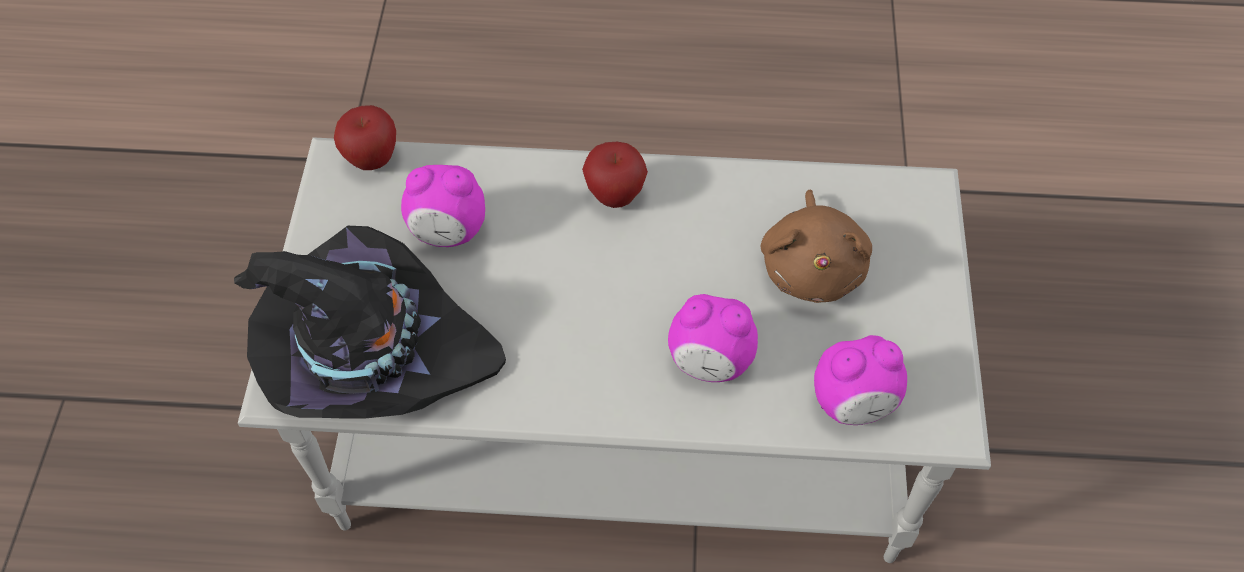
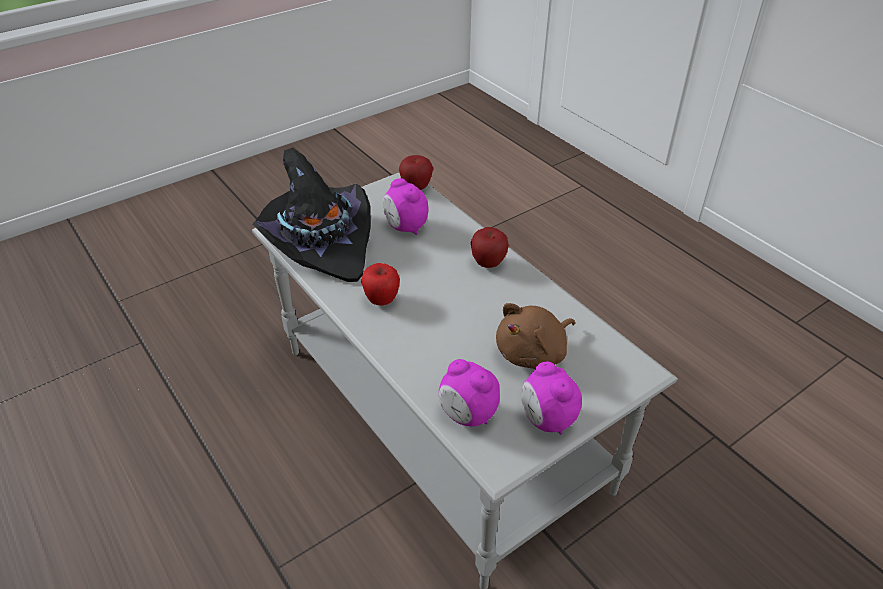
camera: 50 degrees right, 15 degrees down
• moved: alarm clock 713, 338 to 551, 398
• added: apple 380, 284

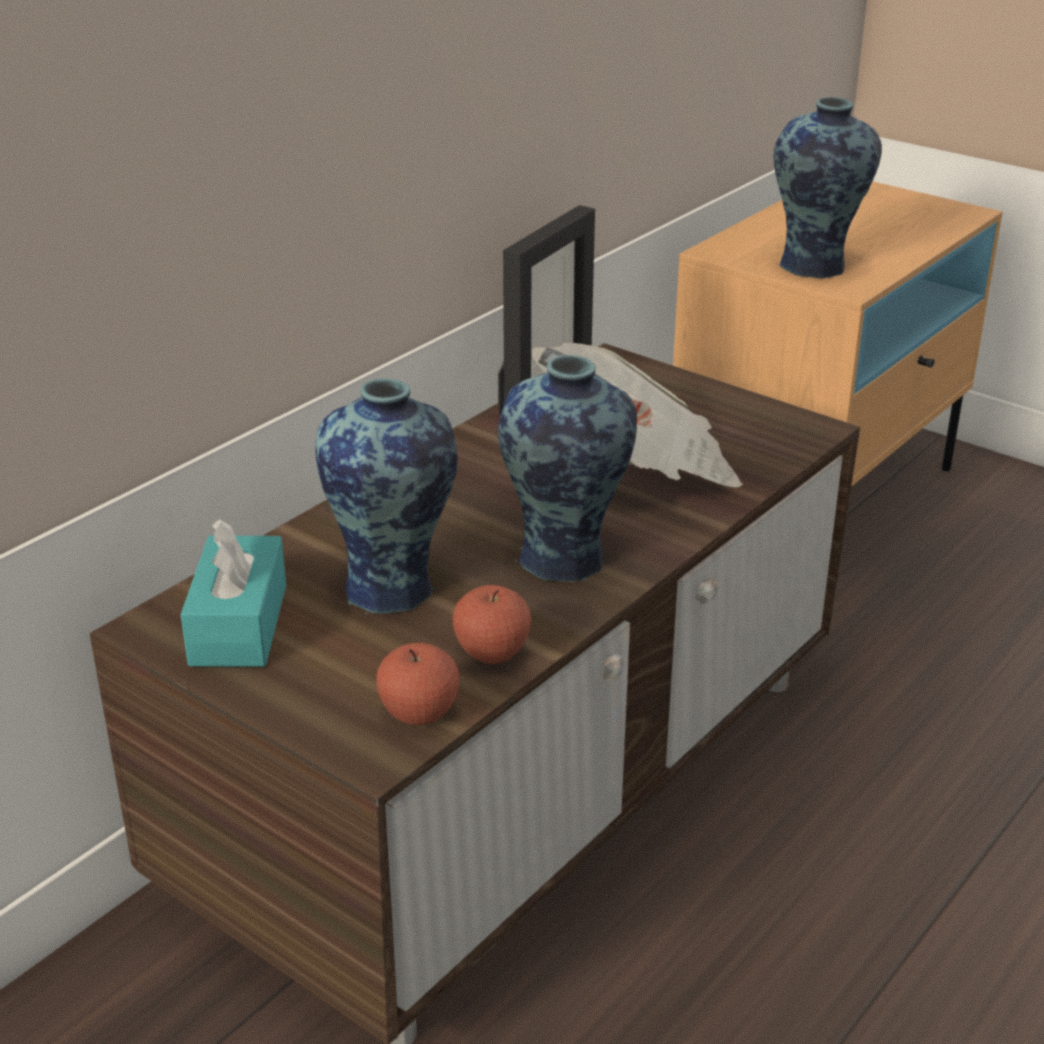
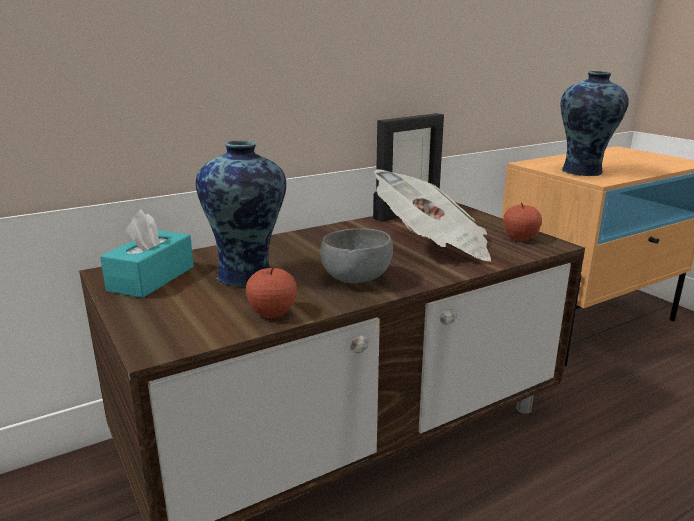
camera: 20 degrees right, 10 degrees down
• moved: apple 417, 684 to 522, 222
• replaced: vase 567, 468 to bowl/grey 356, 255

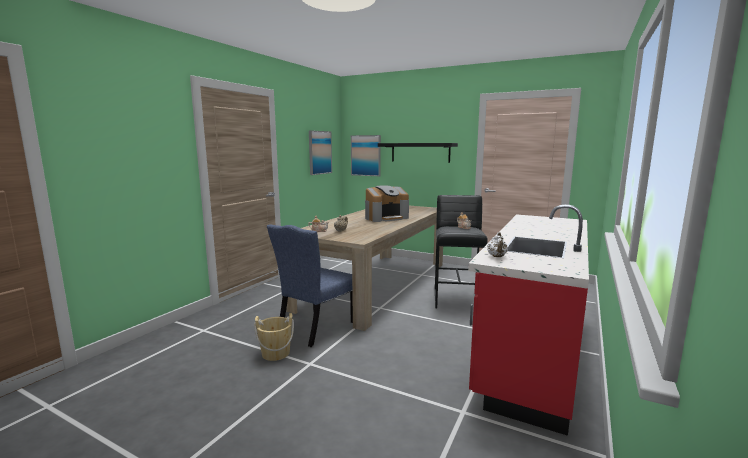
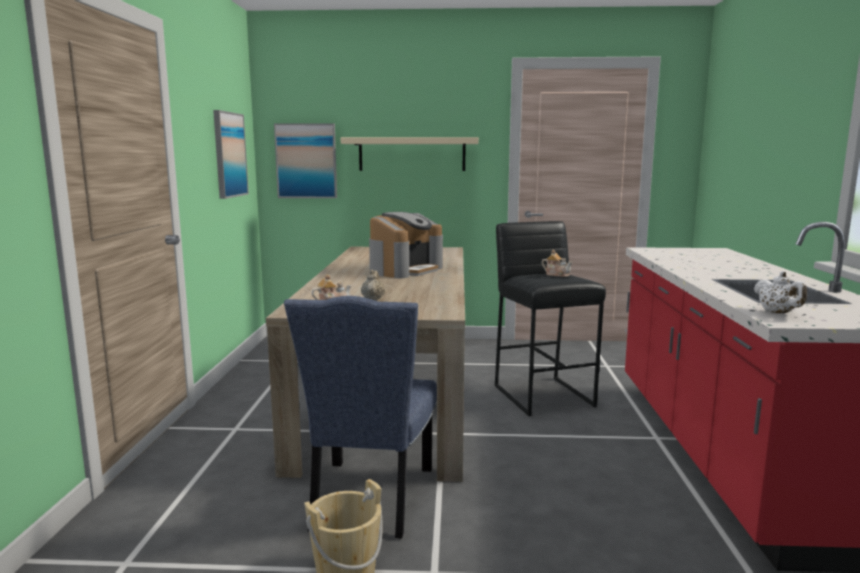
camera: 25 degrees left, 0 degrees up
• recoloured: shelf/black 418, 153 to shelf/beige 410, 154

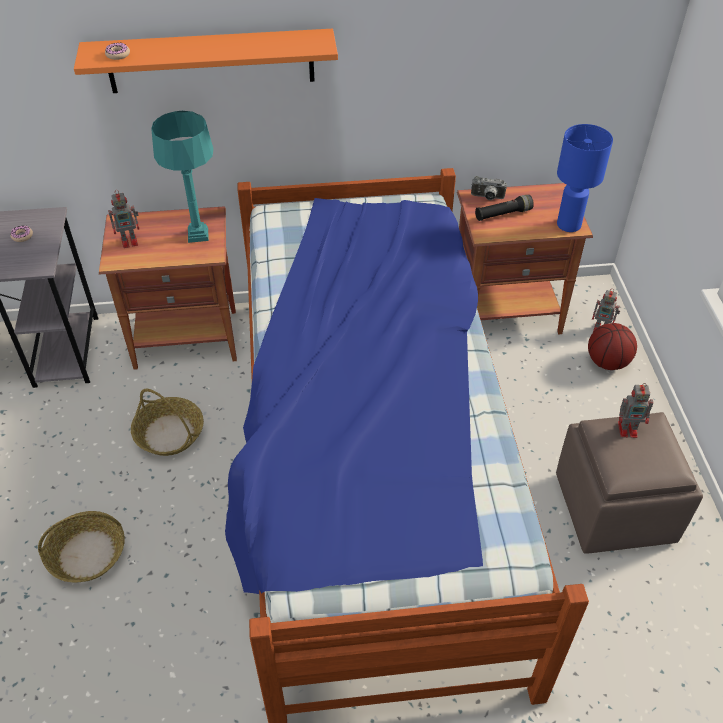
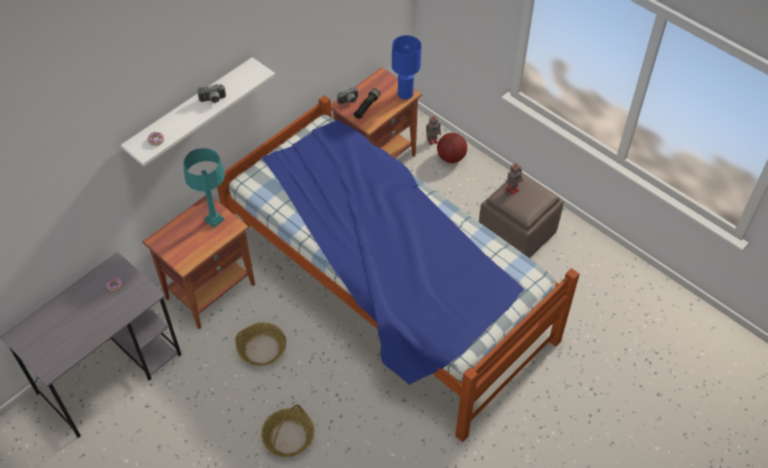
camera: 40 degrees left, 5 degrees up
• recoloured: shelf/orange 206, 61 to shelf/white 198, 111
• removed: toy robot 123, 219
• added: photo camera 211, 93

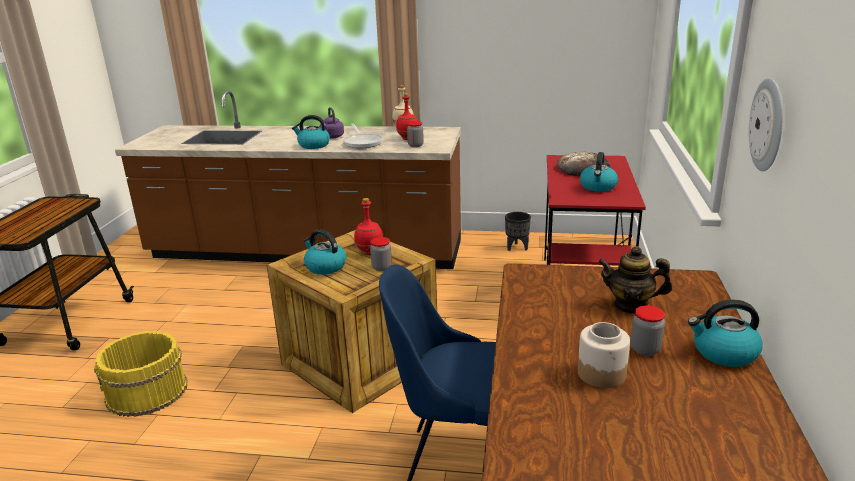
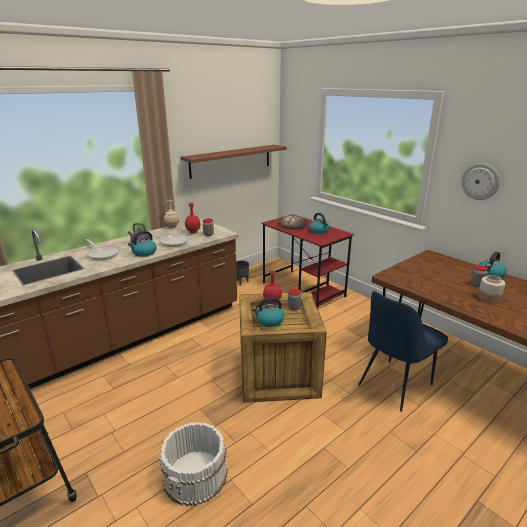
camera: 50 degrees left, 0 degrees up
• recoloured: bucket/yellow 140, 374 to bucket/white 193, 464
• removed: teapot 635, 280
• added: frying pan 103, 249
• added: shelf/brown 233, 162

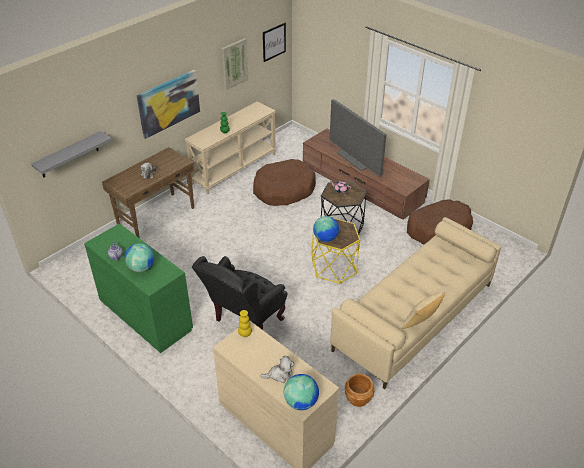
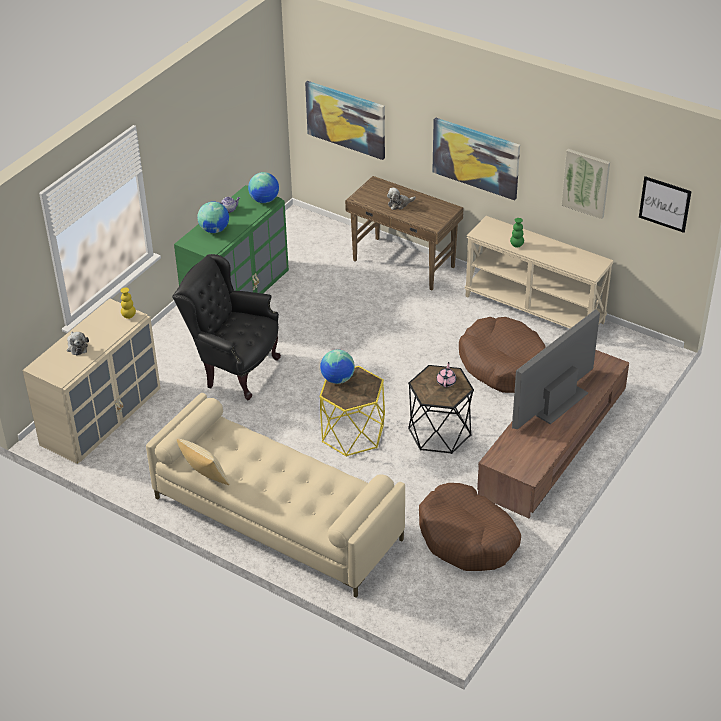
camera: 80 degrees right, 0 degrees up
• replaced: shelf/grey 71, 154 to picture 345, 120
• moved: globe 301, 392 to 263, 187
• removed: planter/brown 359, 390

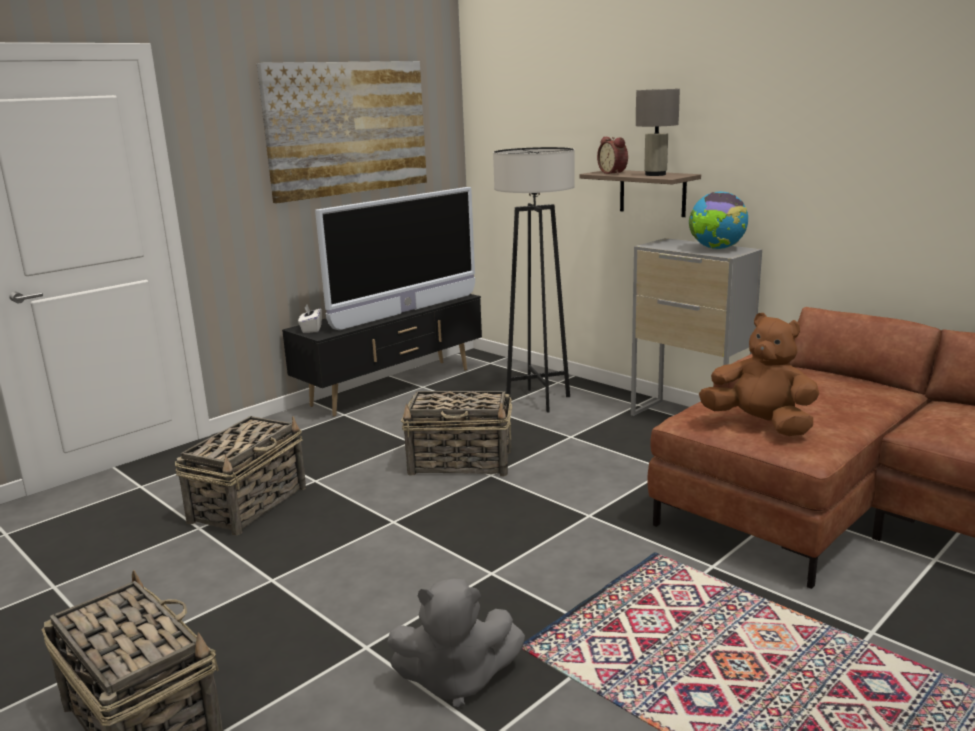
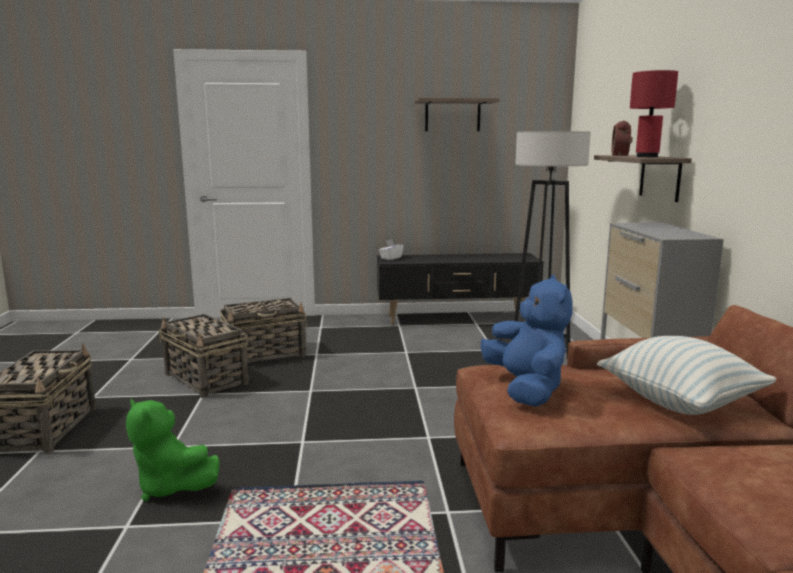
camera: 40 degrees right, 5 degrees down
• replaced: picture 342, 132 to shelf 457, 114
• removed: television 395, 258
• recoloured: plush toy/grey 456, 643 to plush toy/green 173, 450
• moved: basket 456, 433 to 203, 356
• recoloured: table lamp/grey 658, 132 to table lamp/red 654, 113
• removed: globe 718, 221
• recoloured: plush toy/brown 759, 374 to plush toy/blue 527, 341
• added: pillow 687, 375

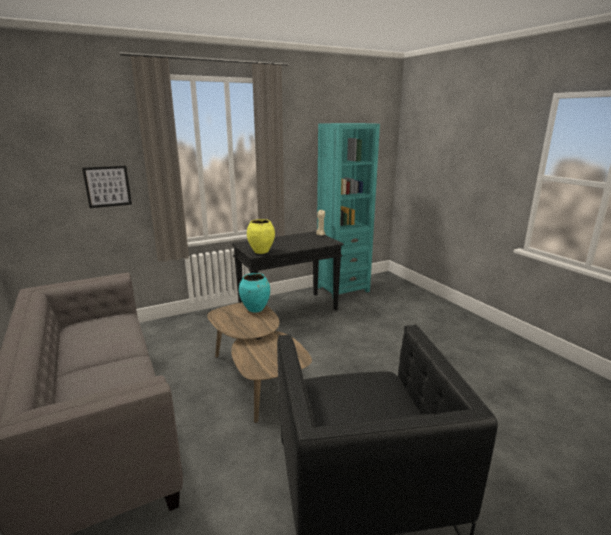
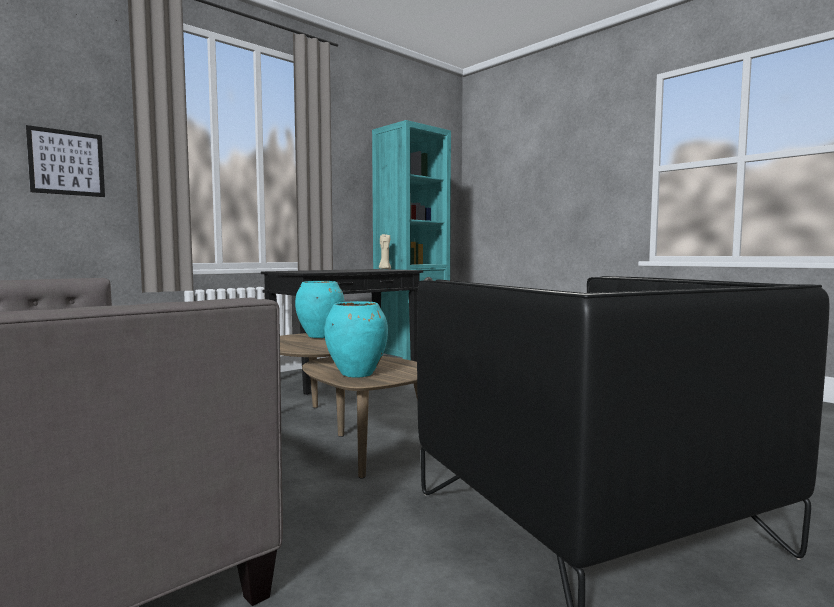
camera: 15 degrees left, 15 degrees down
• removed: vase/yellow 261, 236
• added: vase/turquoise 356, 339

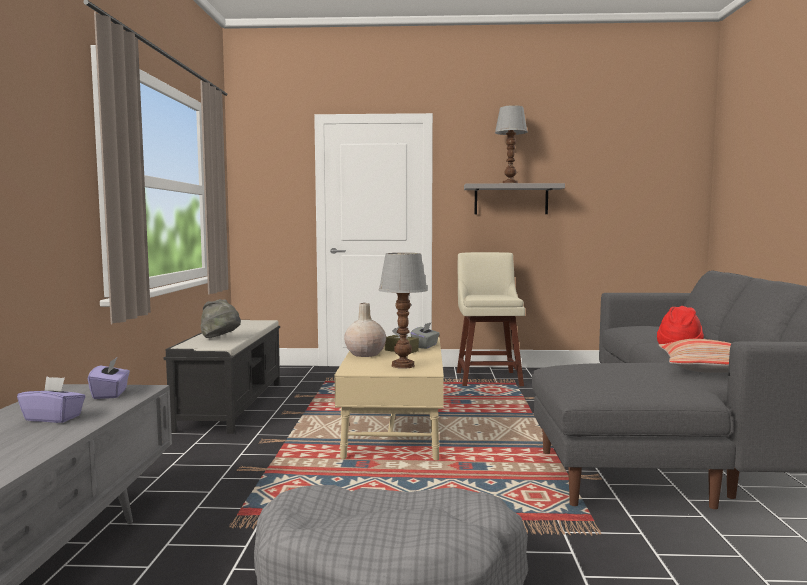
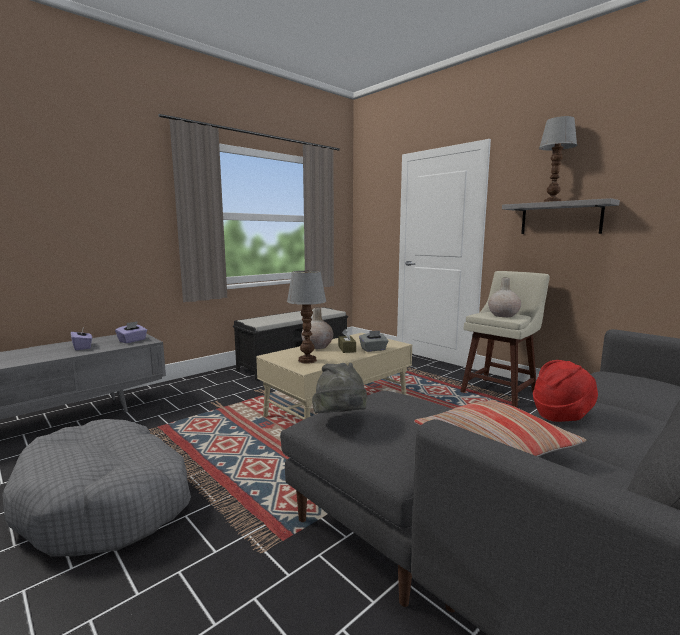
camera: 45 degrees right, 5 degrees up
• moved: hat/grey 221, 318 to 339, 388
• added: vase/beige 504, 297

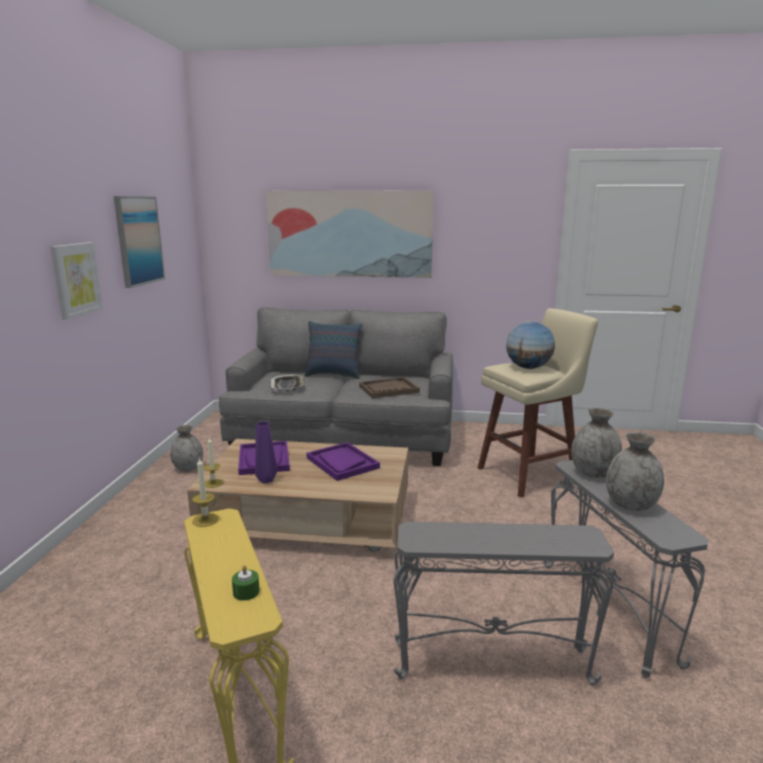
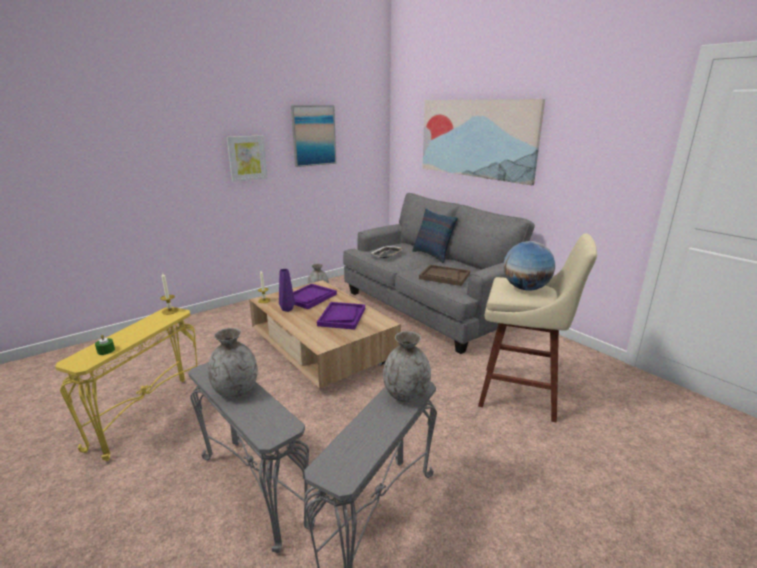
camera: 45 degrees right, 5 degrees up
• moved: vase/grey 635, 471 to 233, 363

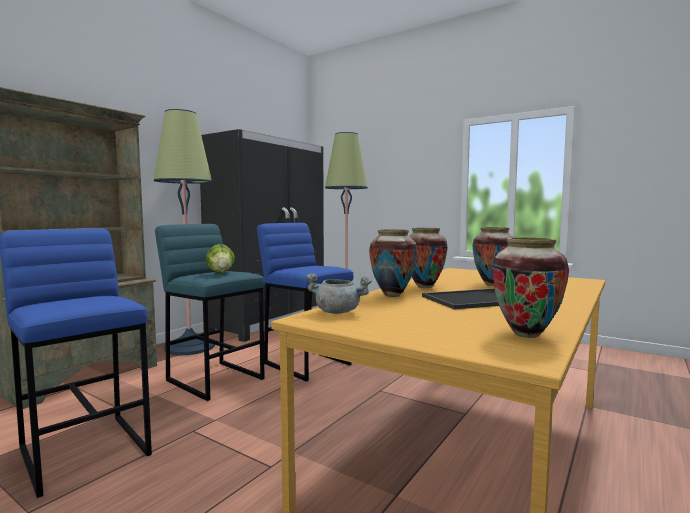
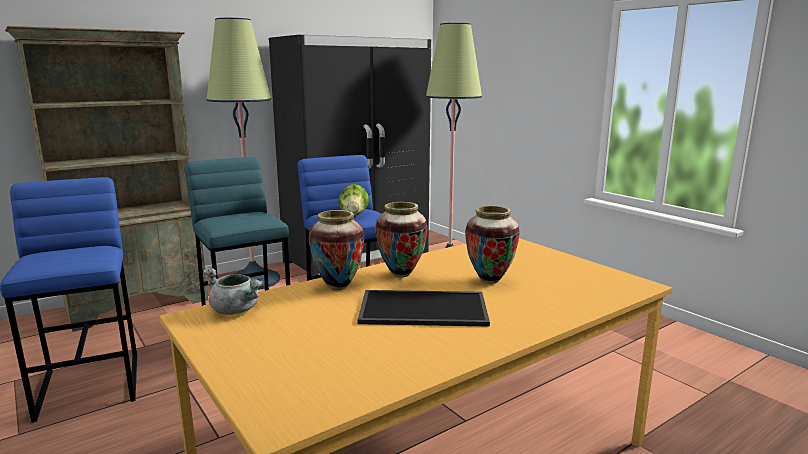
camera: 20 degrees right, 10 degrees up
• moved: lettuce 220, 258 to 353, 200
• removed: vase 530, 287

